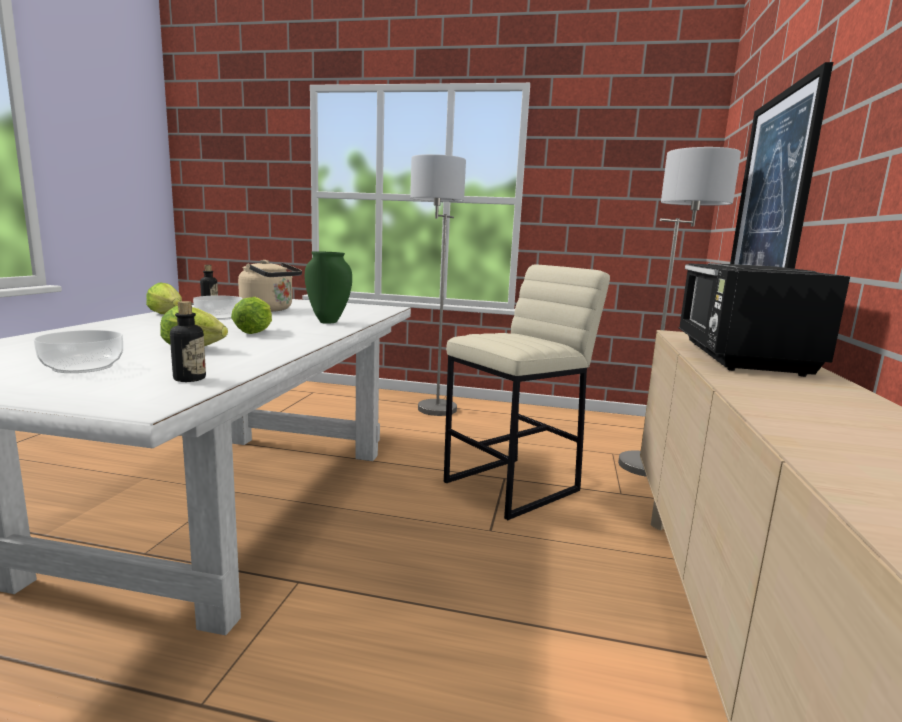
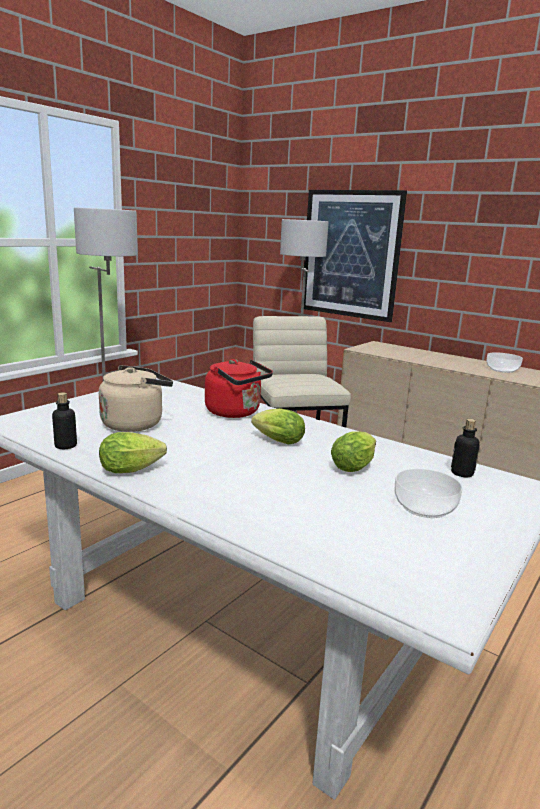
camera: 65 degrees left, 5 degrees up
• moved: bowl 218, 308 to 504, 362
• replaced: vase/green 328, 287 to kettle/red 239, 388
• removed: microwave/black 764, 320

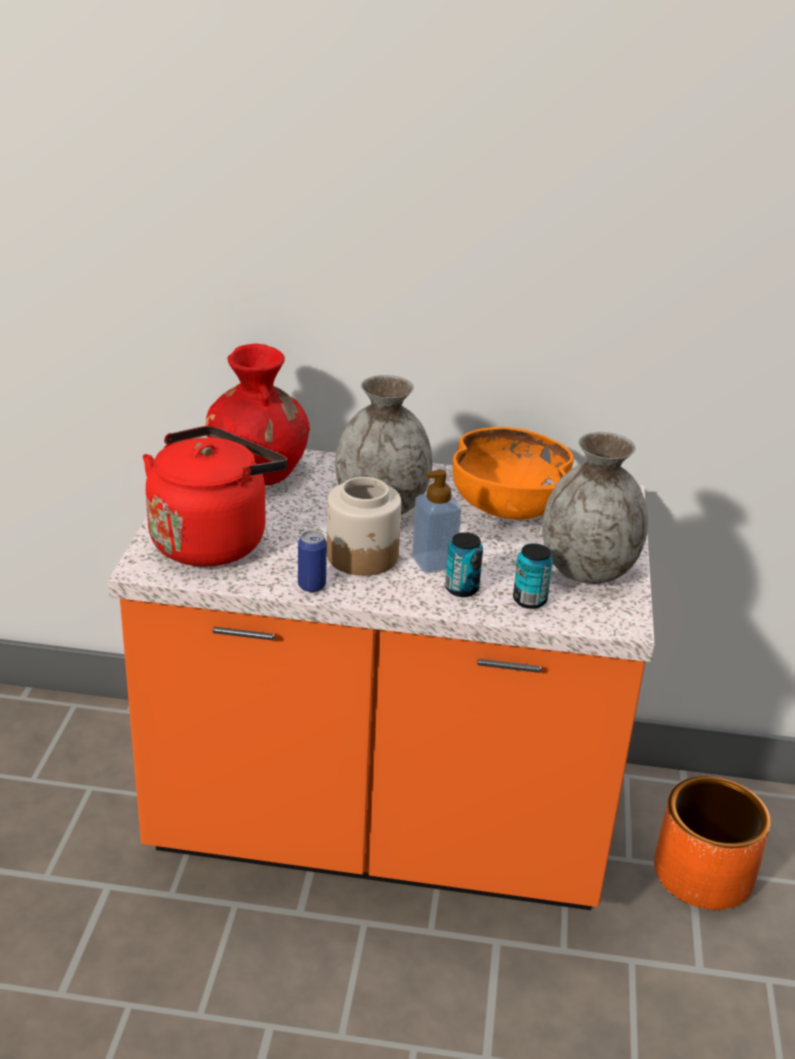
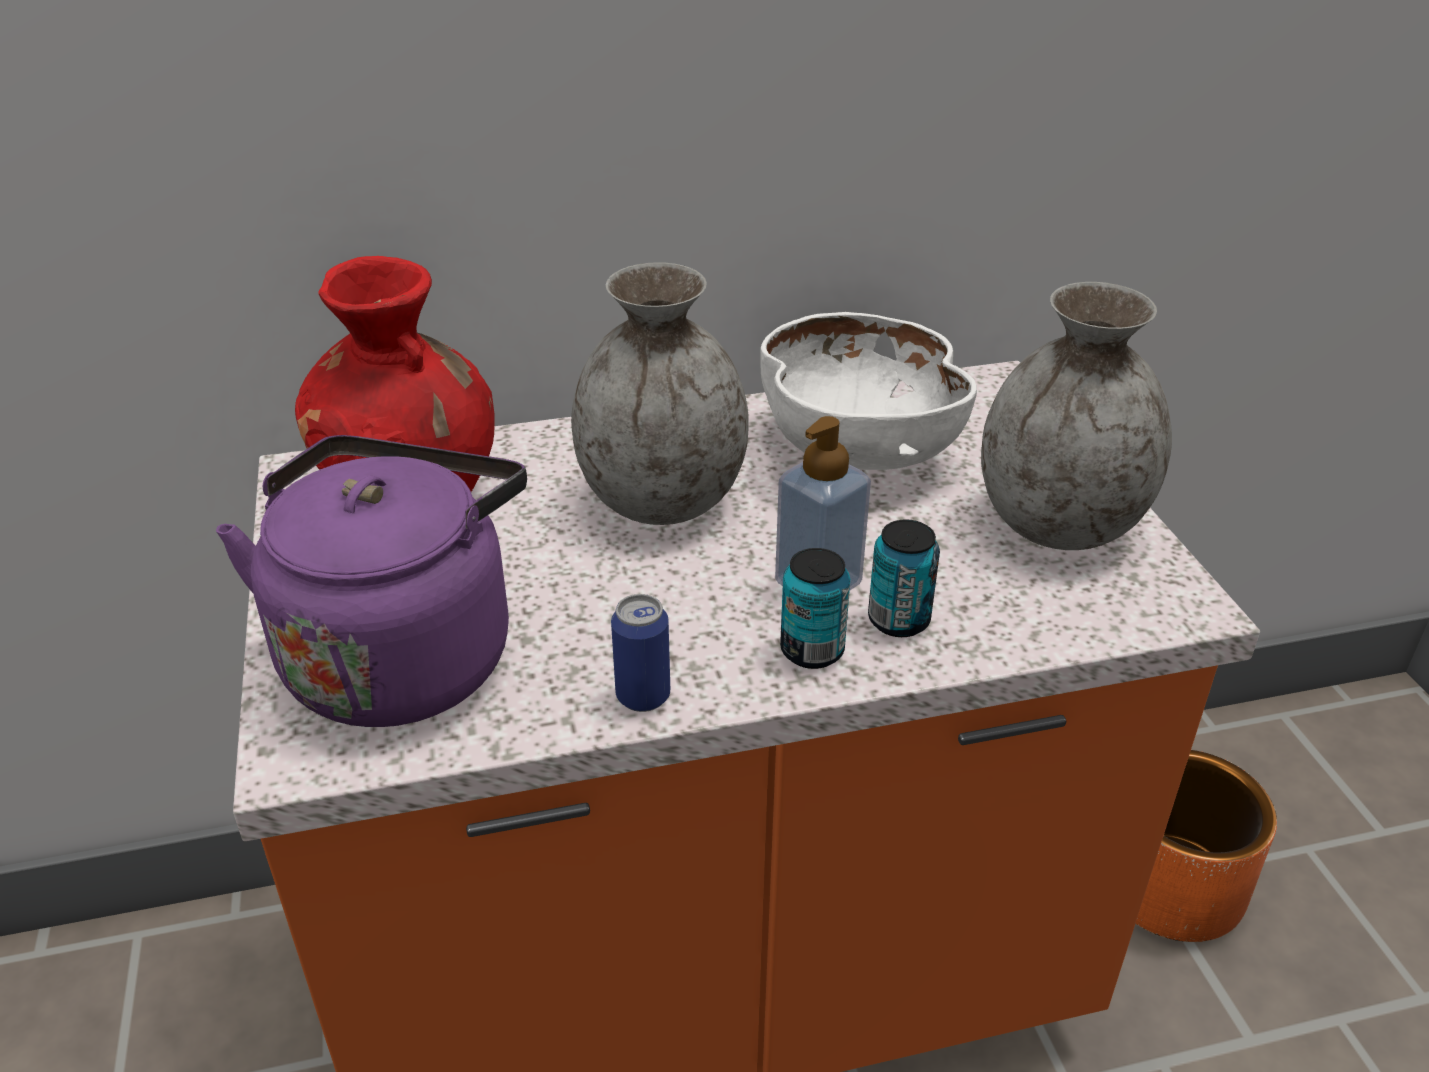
camera: 20 degrees left, 5 degrees up
• recoloured: kettle/red 215, 496 to kettle/purple 371, 581
• removed: jar 364, 526
• recoloured: bowl/orange 513, 473 to bowl/white 868, 391
• moved: can 533, 576 to 815, 608

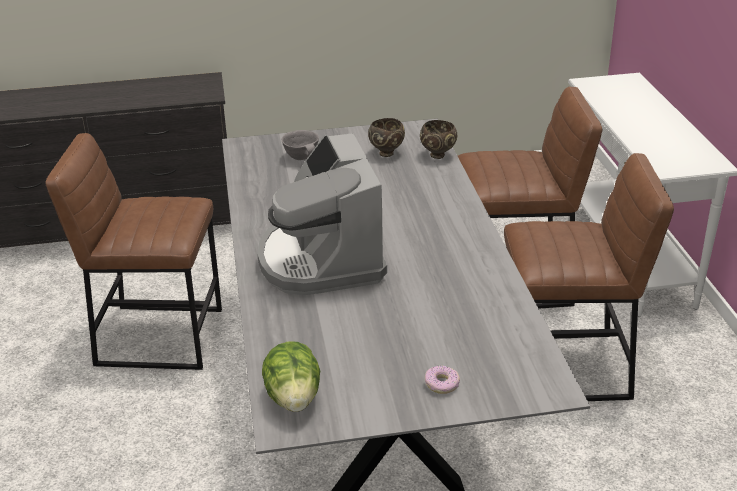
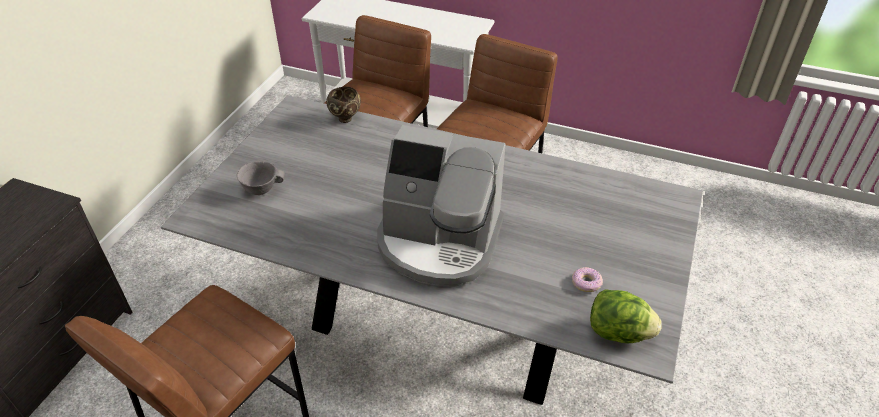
camera: 60 degrees left, 10 degrees up
• removed: bowl/brown 386, 137
• moved: donut 442, 379 to 587, 279

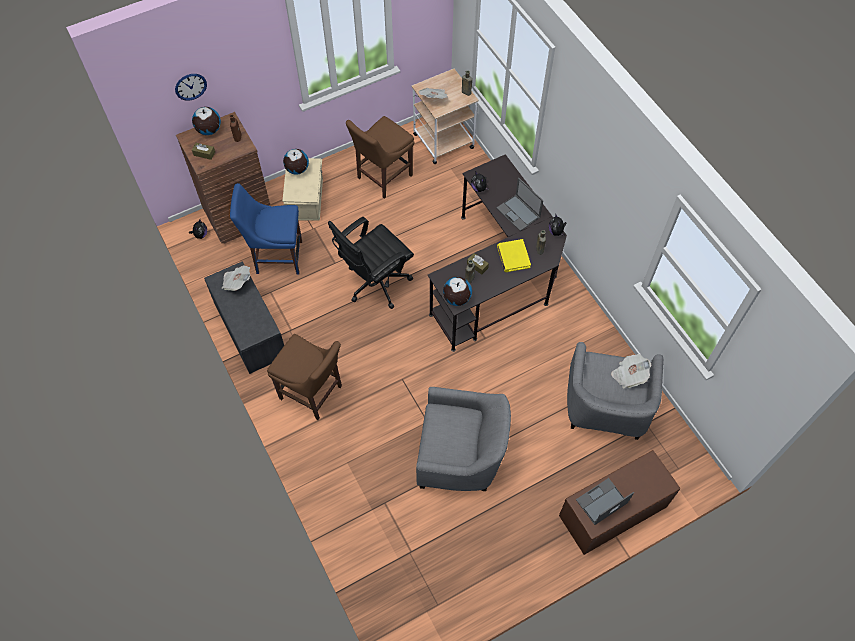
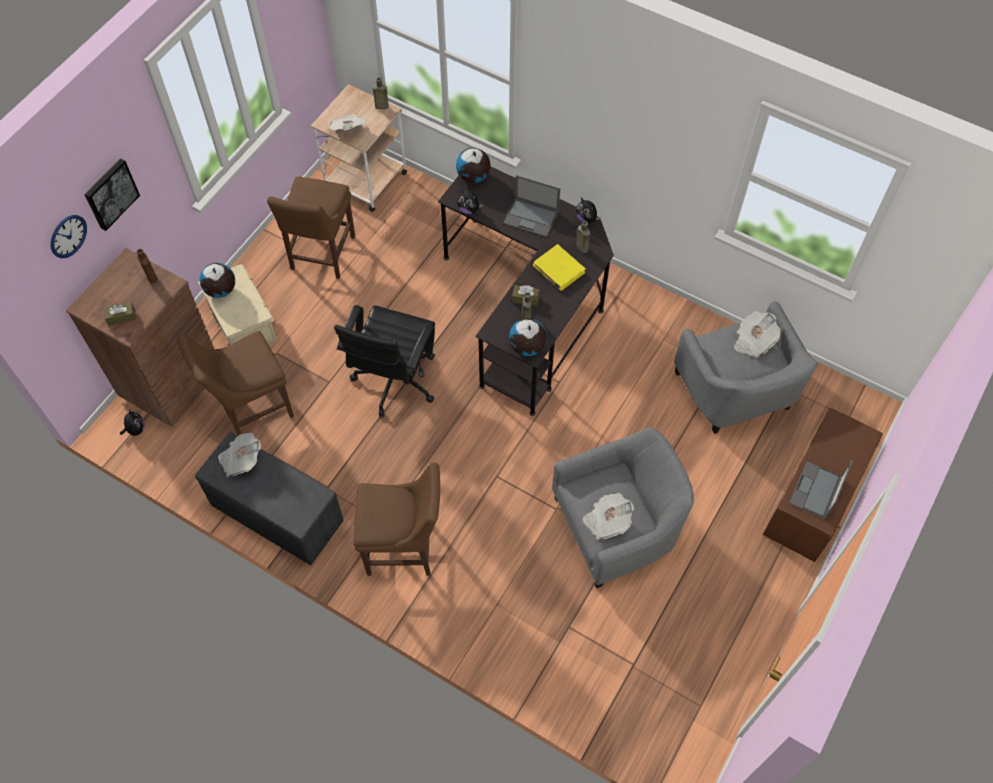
camera: 30 degrees left, 0 degrees up
• moved: globe 206, 121 to 473, 165
• recoloured: chair/blue 266, 228 to chair/brown 235, 383
• added: picture 112, 194
• added: newspaper 608, 516

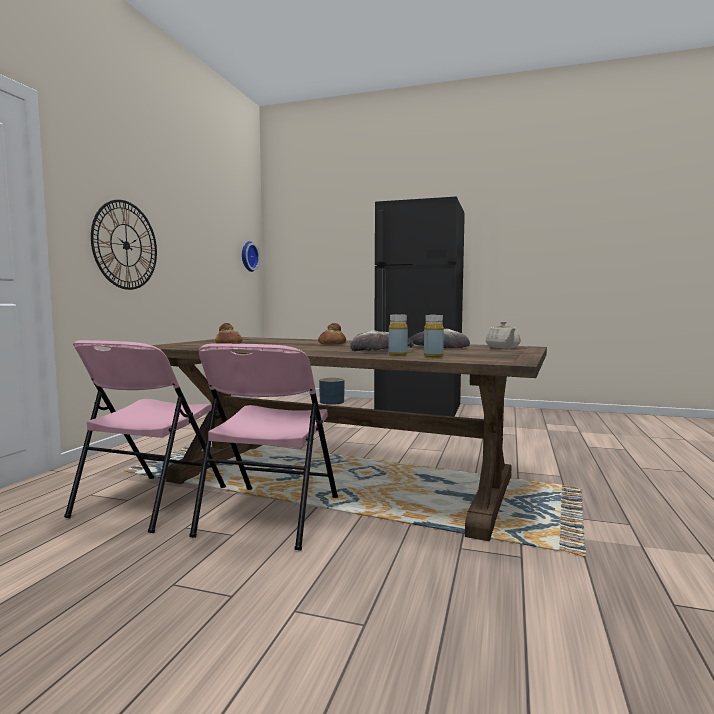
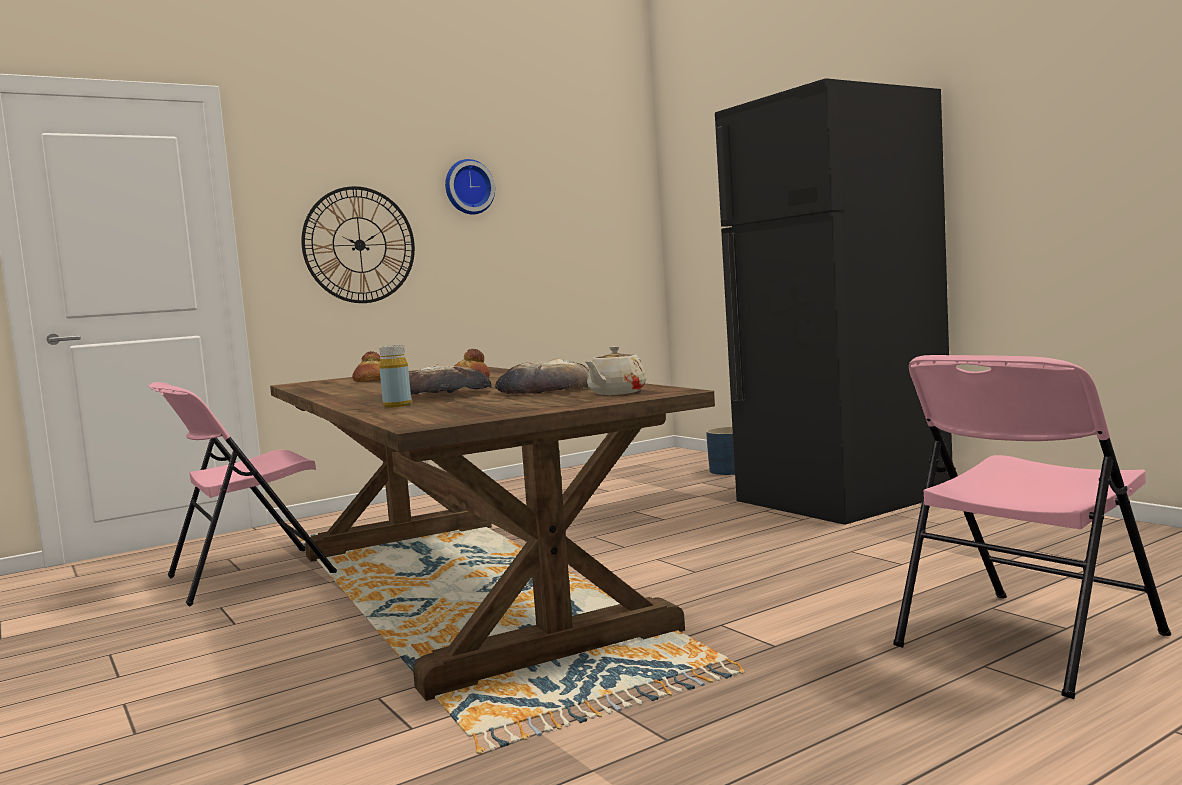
camera: 40 degrees right, 0 degrees up
• moved: chair/pink 263, 446 to 1032, 527
• moved: wall clock 251, 256 to 470, 187
• removed: bottle/yellow 434, 336

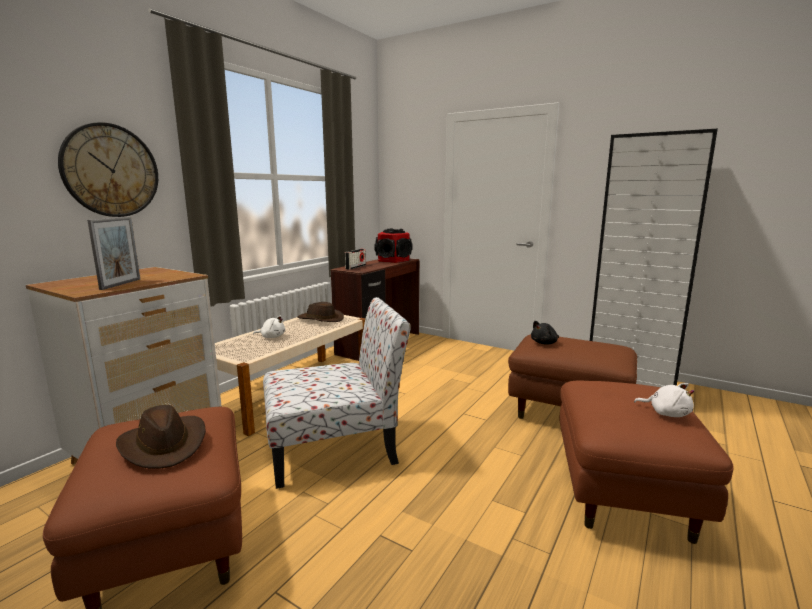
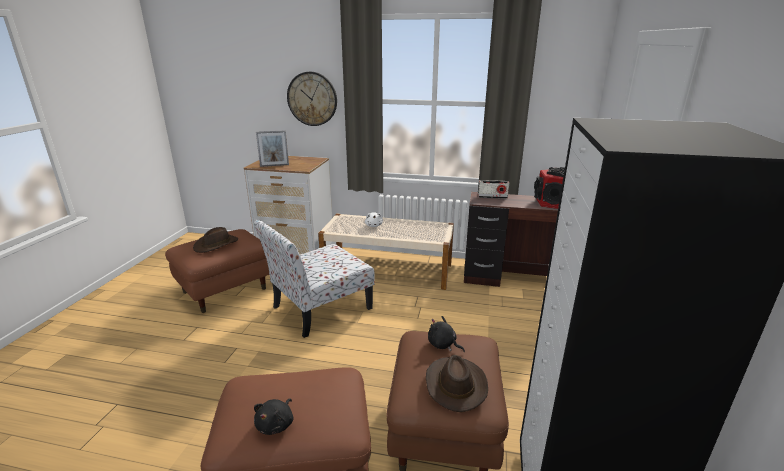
camera: 70 degrees right, 10 degrees up
• turned: chair 337, 393 = 314, 278 90 degrees clockwise
• moved: hat/brown 321, 312 to 457, 383
• recoloured: plush toy/white 664, 400 to plush toy/black 273, 417

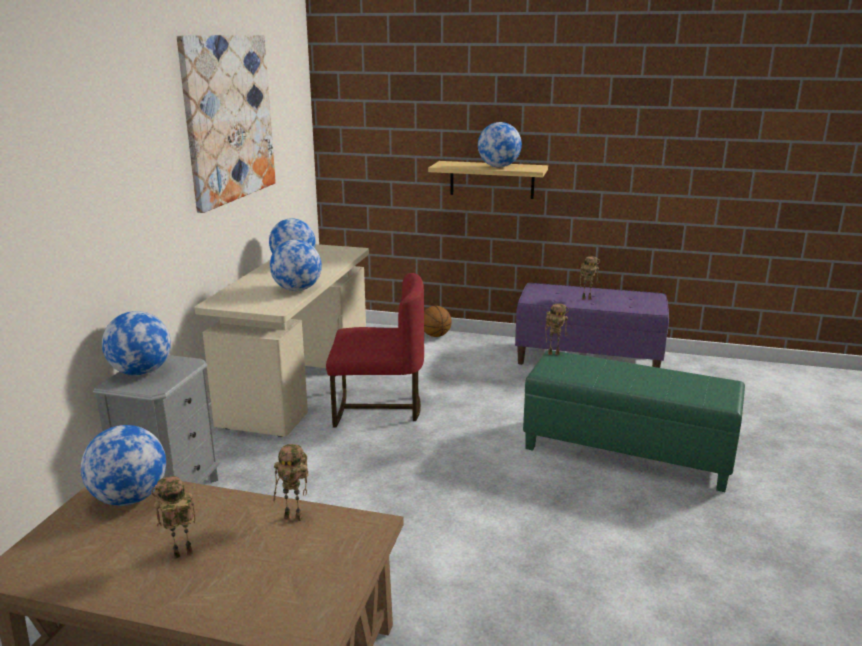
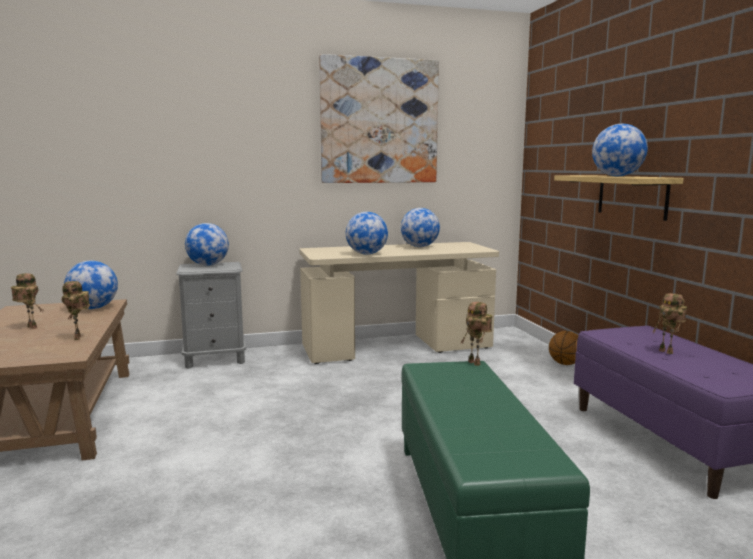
camera: 60 degrees right, 10 degrees down
• removed: chair/red 375, 350

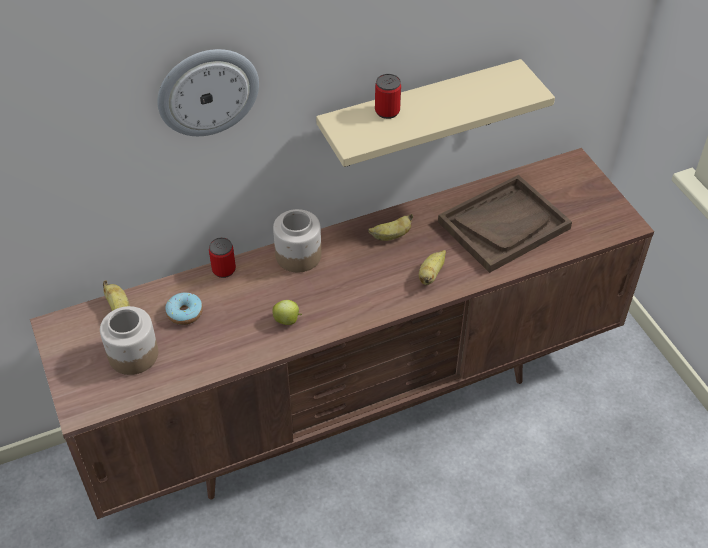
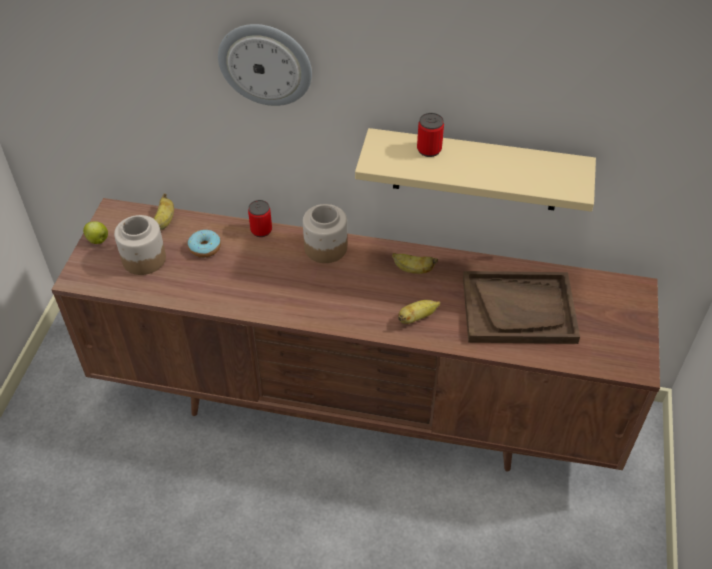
camera: 35 degrees right, 0 degrees up
• moved: apple 287, 312 to 95, 232

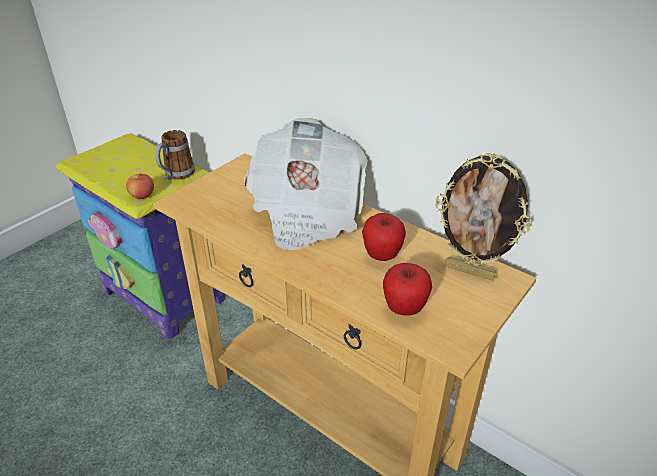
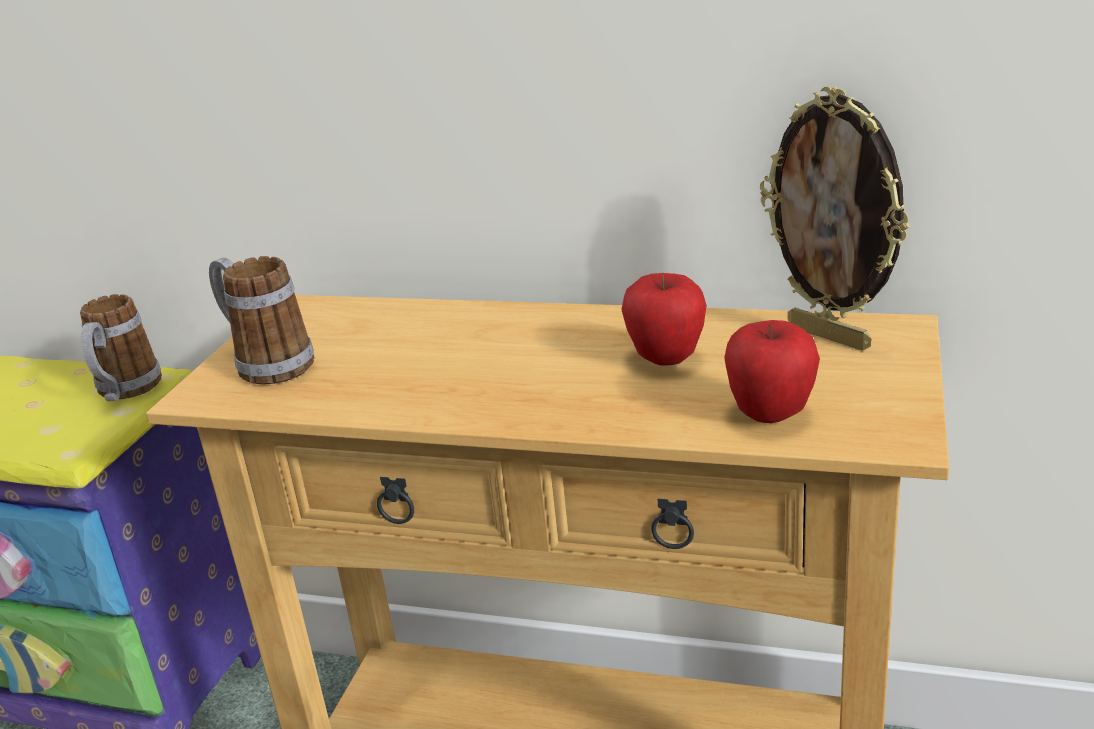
camera: 20 degrees left, 10 degrees down
• removed: apple 140, 185
• removed: newspaper 306, 184
• turned: picture frame 483, 216 = 835, 218 45 degrees clockwise
• added: mug 261, 320

